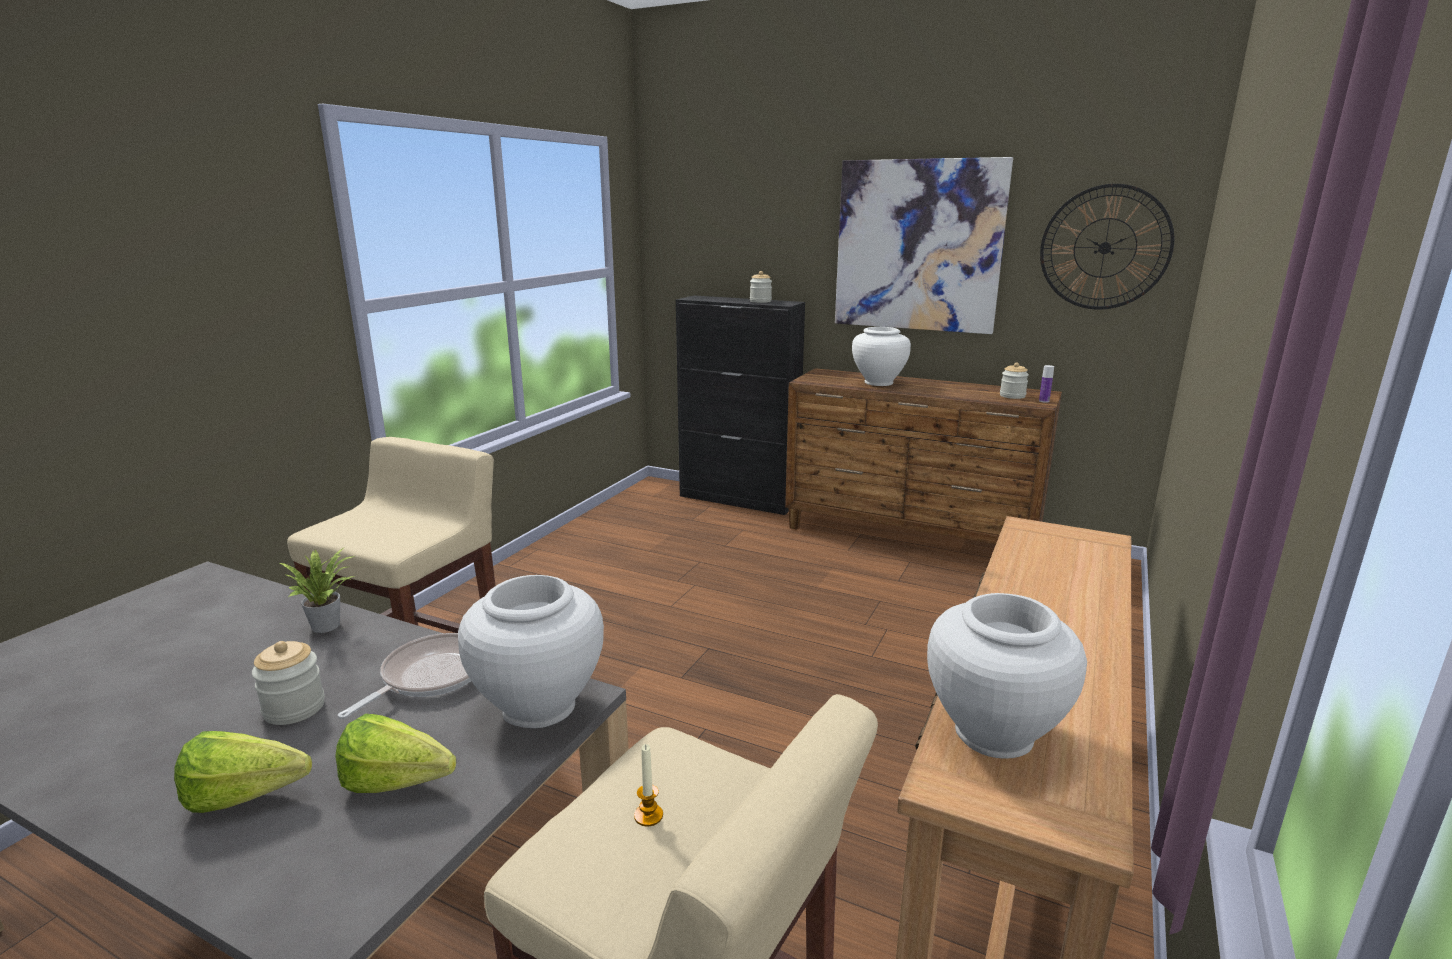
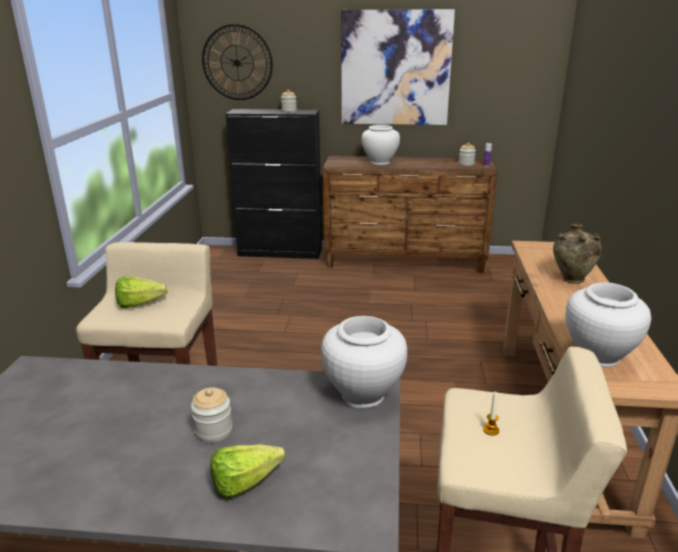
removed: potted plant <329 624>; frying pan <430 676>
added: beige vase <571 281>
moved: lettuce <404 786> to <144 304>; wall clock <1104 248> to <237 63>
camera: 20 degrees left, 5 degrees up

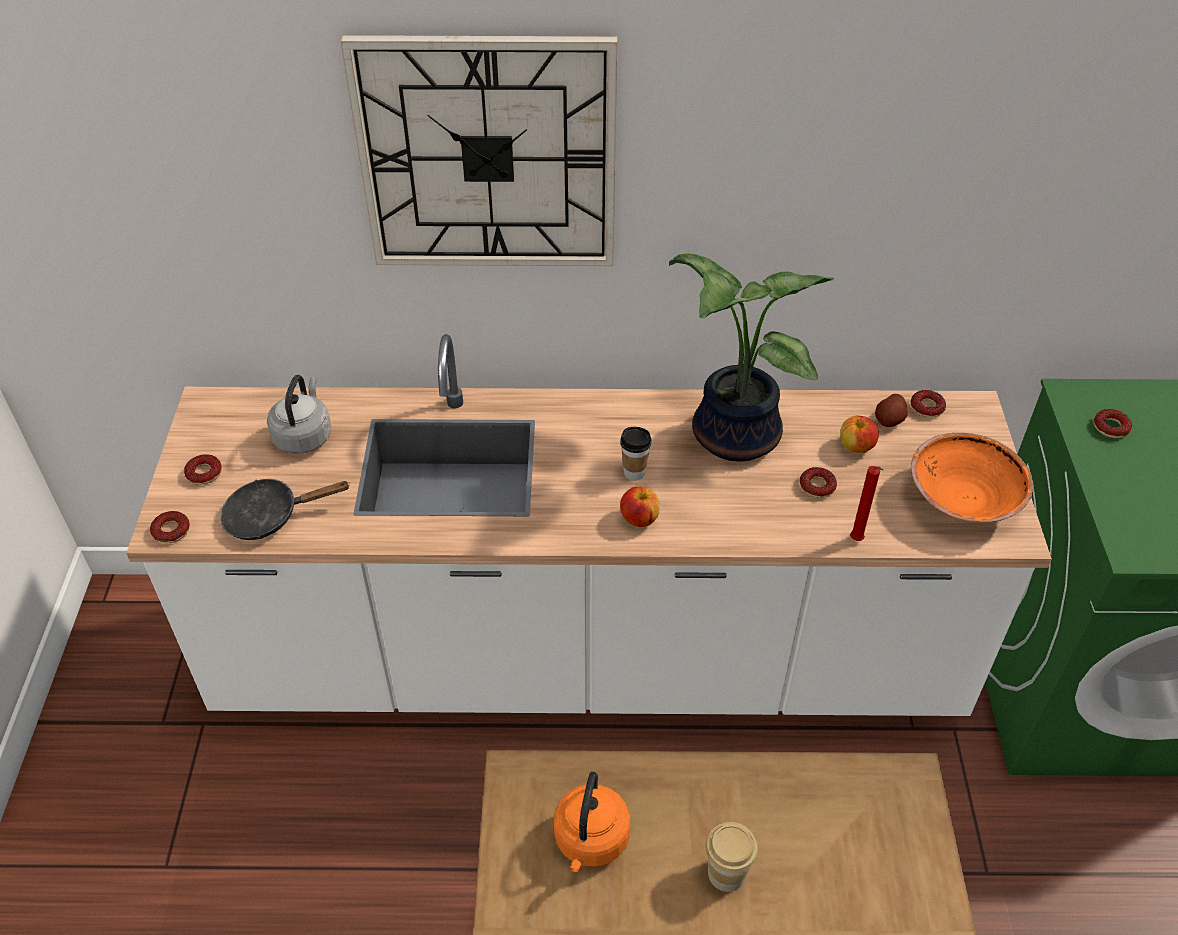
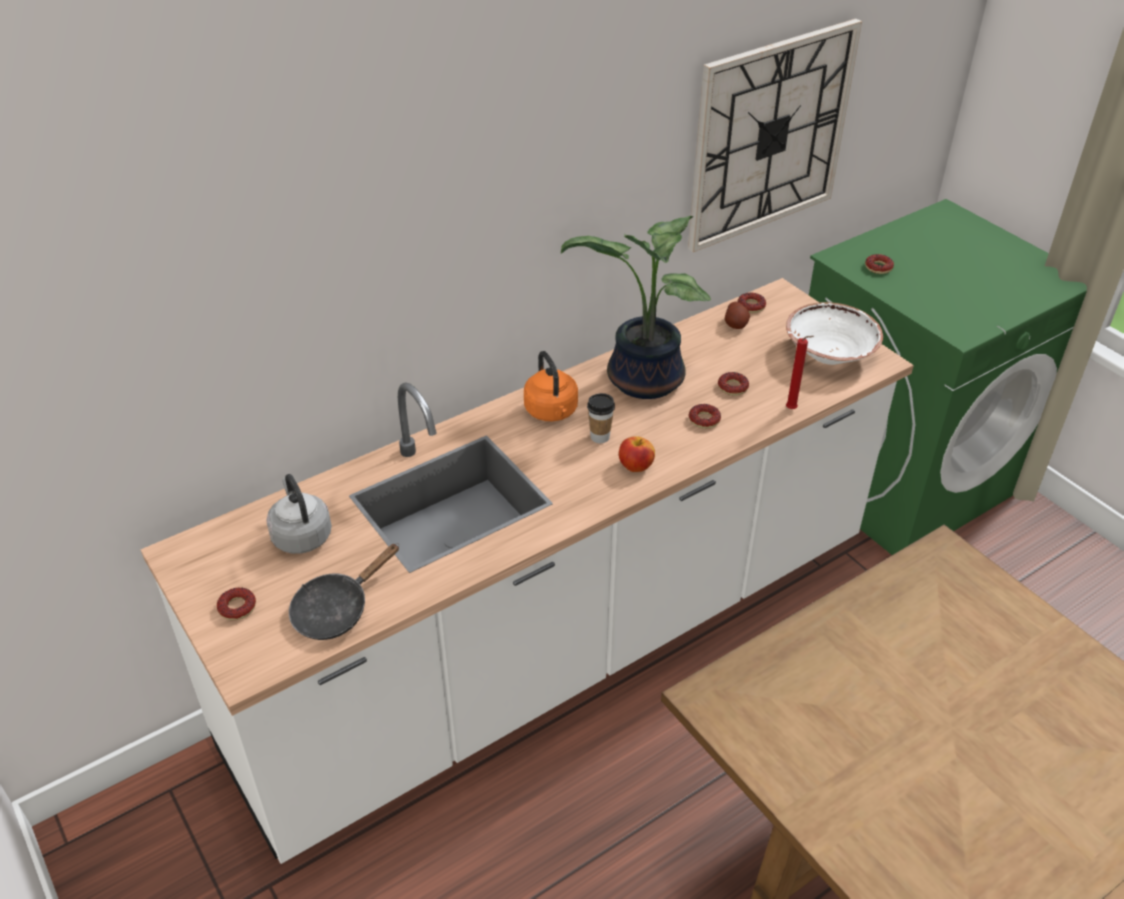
removed: cup <726 873>; apple <856 447>
moved: orange kettle <590 841> to <552 412>; wall clock <488 156> to <770 135>; donut <171 531> to <704 420>
recoloured: orange bowl <963 499> to white bowl <829 353>
camera: 35 degrees left, 5 degrees down

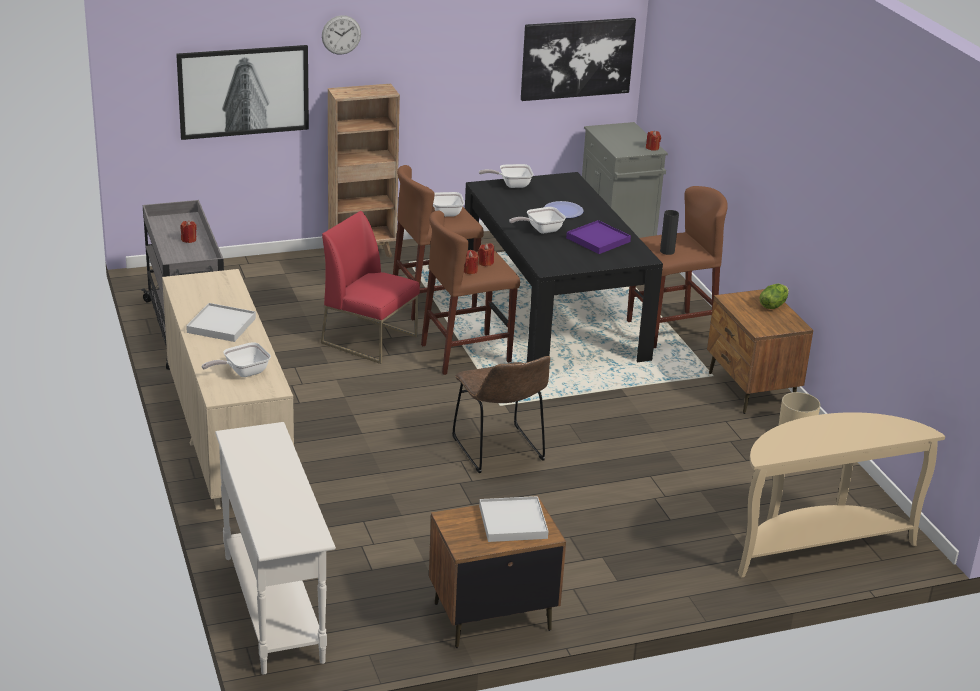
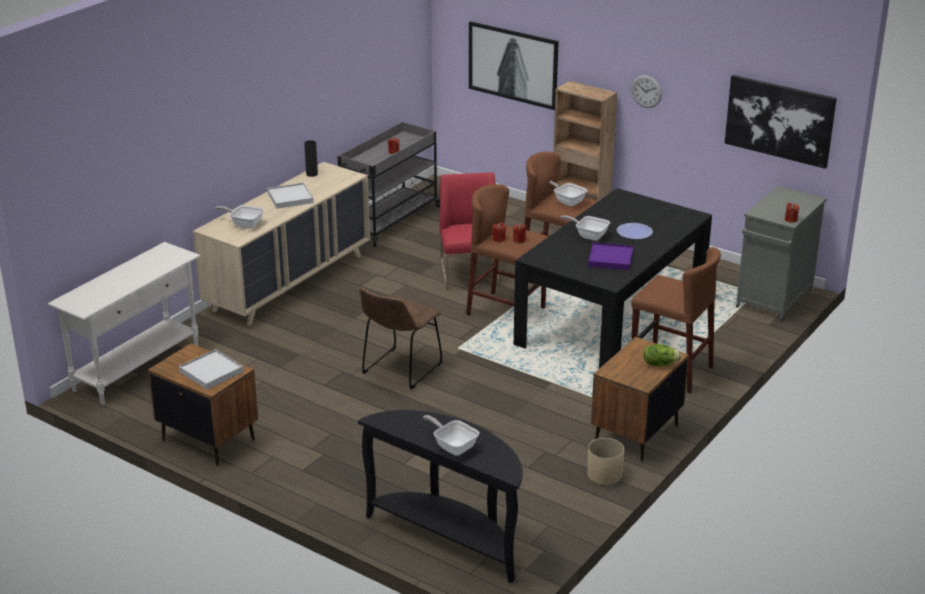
moved: black vase <667 251> to <312 174>; frying pan <511 185> to <453 446>; wall clock <341 34> to <646 91>
recoloured: beige console table <816 546> to black console table <450 537>
camera: 55 degrees right, 0 degrees up

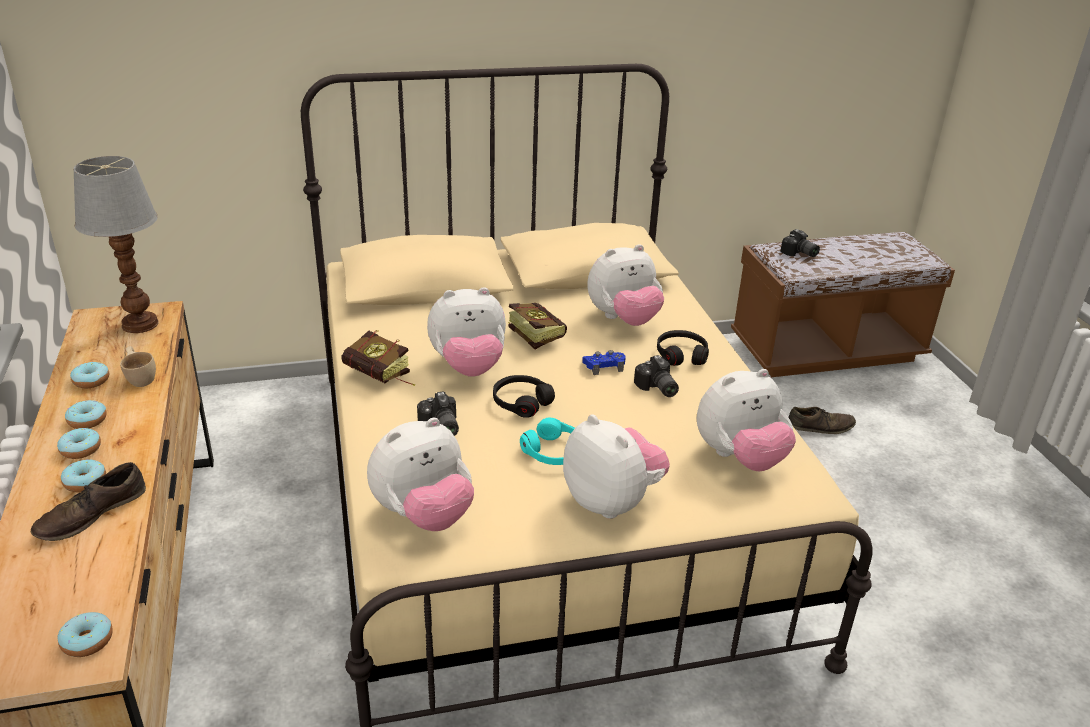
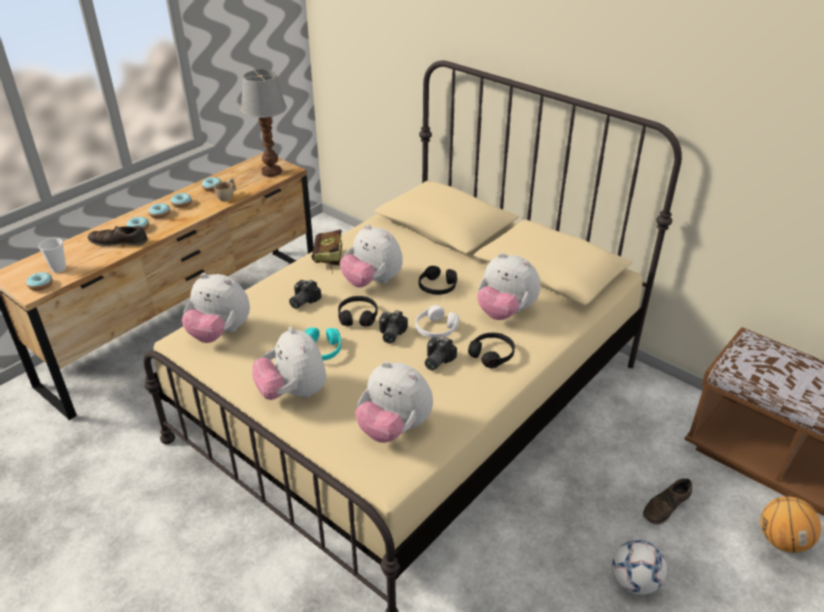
added: cup <59 269>; football <634 581>; basketball <782 540>
moved: photo camera <799 253> to <390 334>
replaced: blue game controller <604 366> to white headphones <436 329>; book <532 335> to black headphones <437 287>
turned: plush toy <612 501> = <293 393> 135 degrees clockwise; brown shoe <820 426> = <666 506> 90 degrees clockwise
camera: 55 degrees right, 5 degrees up

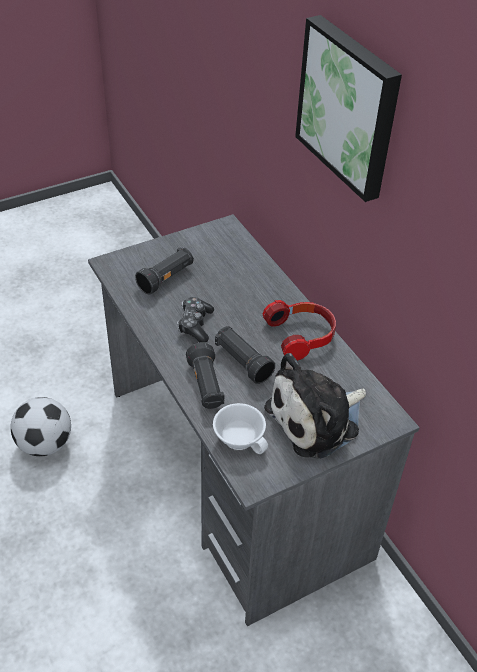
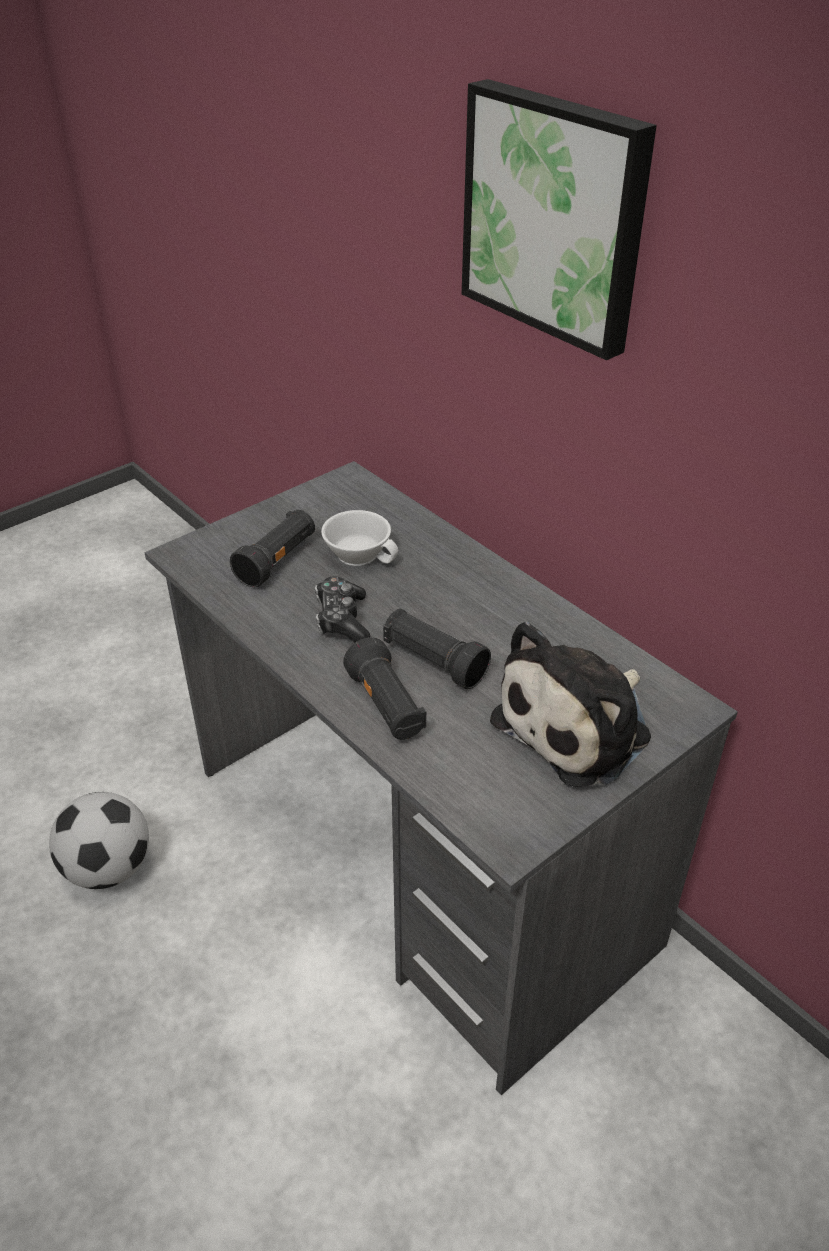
removed: headphones <302 336>
moved: white cup <241 437> to <360 553>
camera: 10 degrees left, 5 degrees down

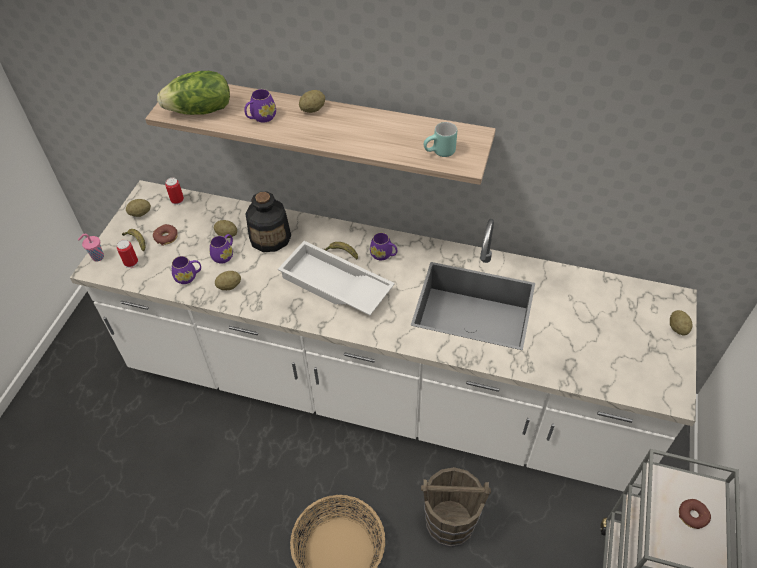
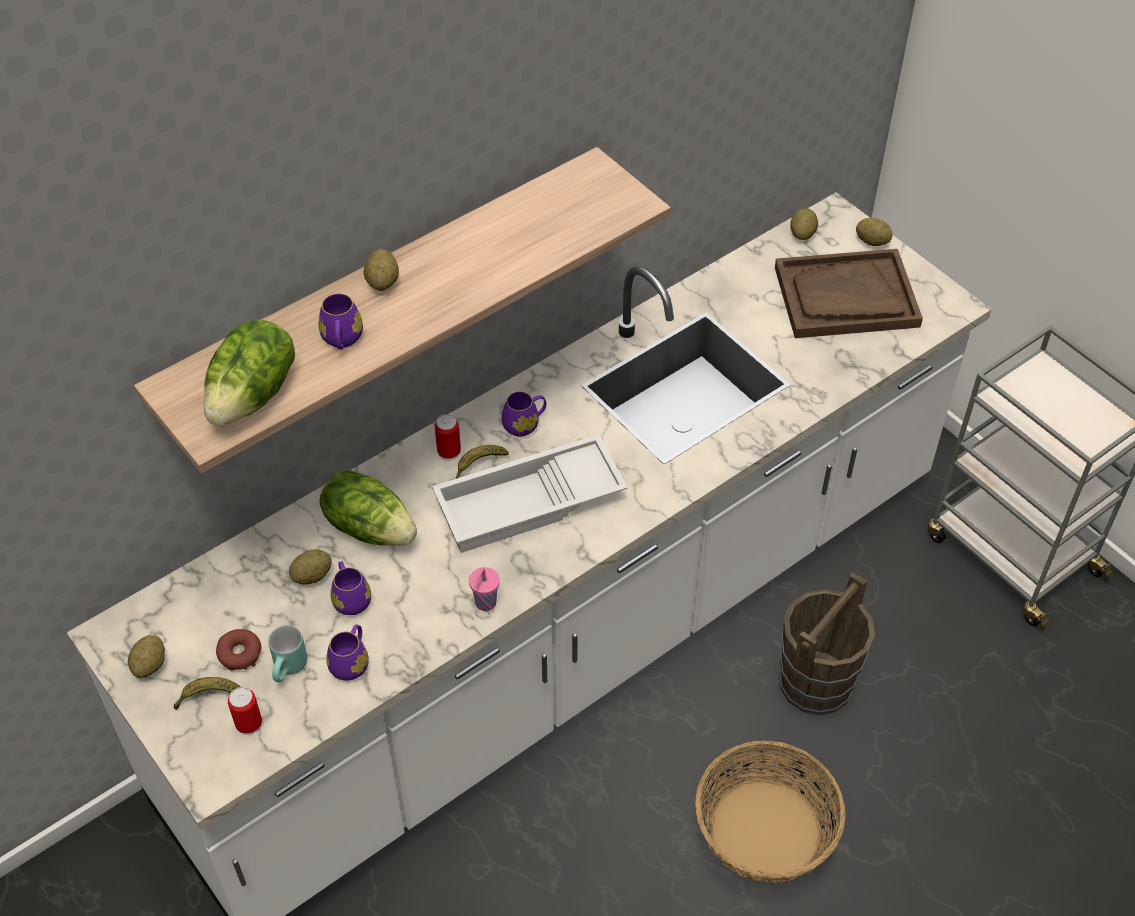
removed: donut <692 516>
added: brown tray <845 297>
moved: turquoise mug <440 153> to <290 669>; can <177 200> to <449 451>; pink cup <97 257> to <485 603>; potato <229 286> to <802 234>
replaced: bottle <270 237> to lettuce <370 527>
camera: 55 degrees left, 0 degrees up

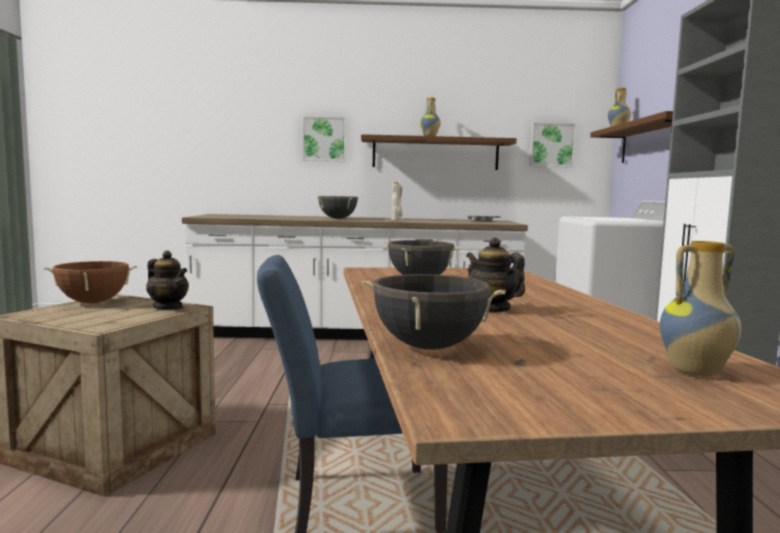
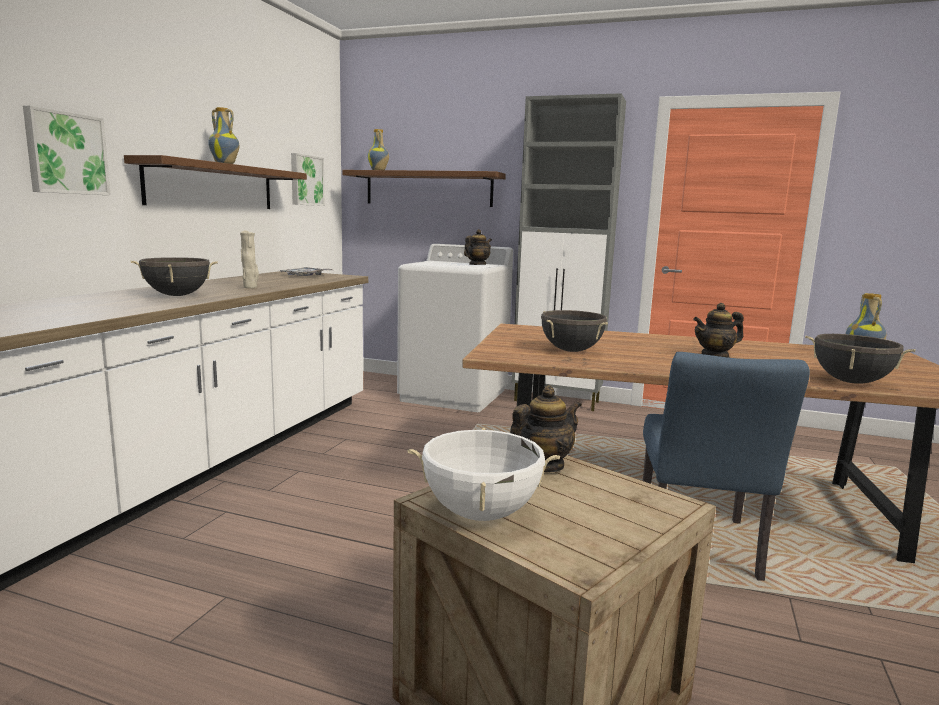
added: teapot <477 265>
recoloured: brown cooking pot <93 302> to white cooking pot <481 513>
camera: 70 degrees left, 5 degrees up

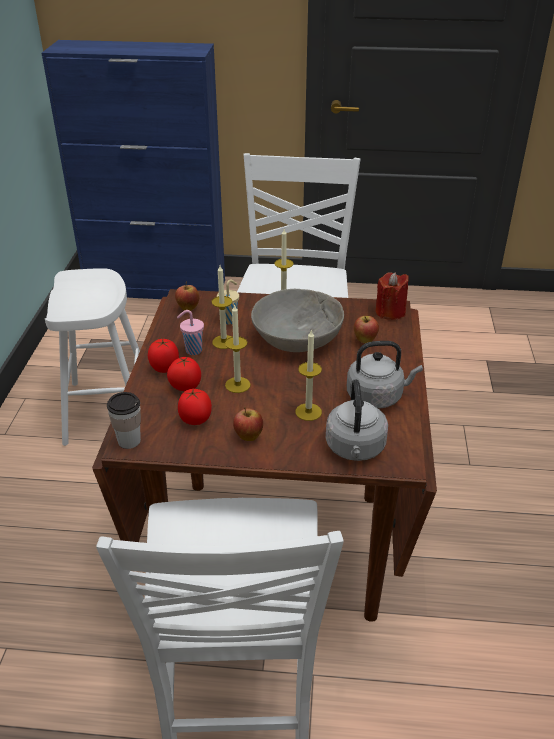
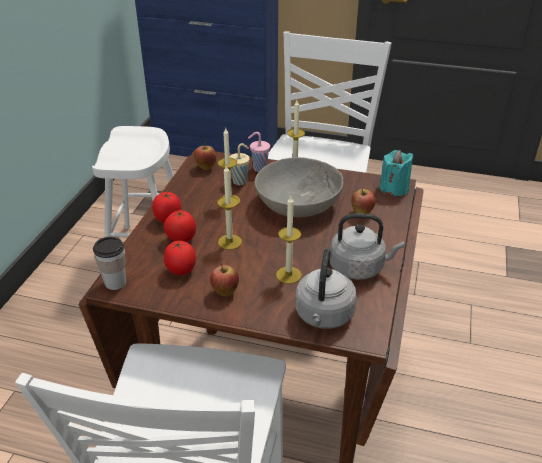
moved: pink cup <192 350> to <259 168>
recoloured: red candle <390 312> to turquoise candle <394 188>
camera: 10 degrees right, 0 degrees up

